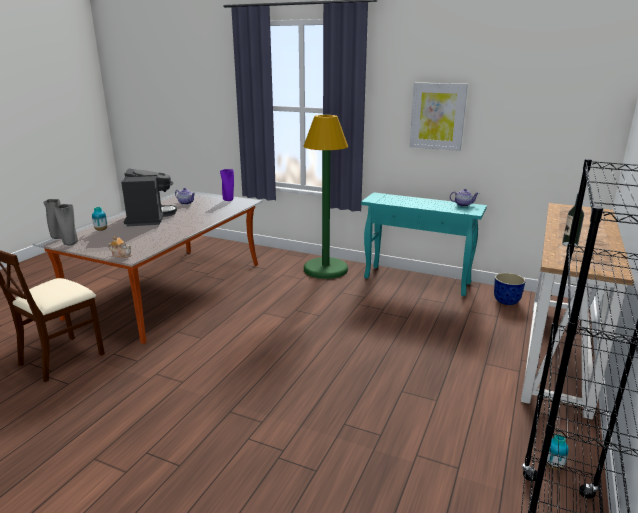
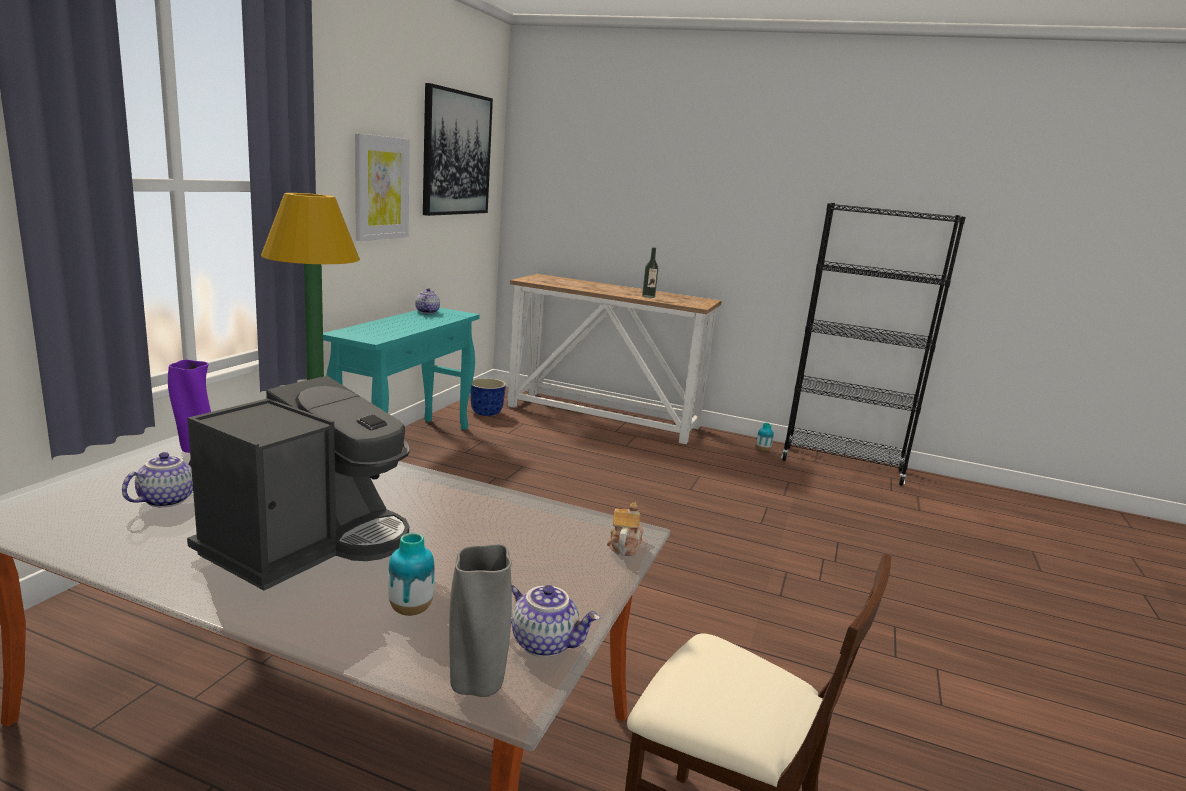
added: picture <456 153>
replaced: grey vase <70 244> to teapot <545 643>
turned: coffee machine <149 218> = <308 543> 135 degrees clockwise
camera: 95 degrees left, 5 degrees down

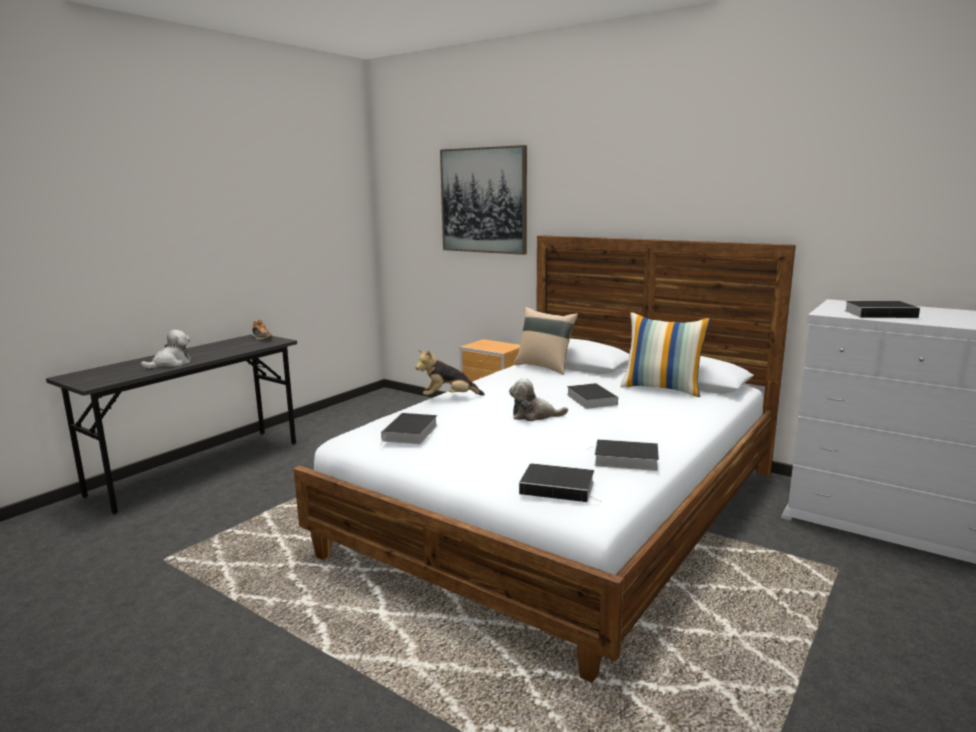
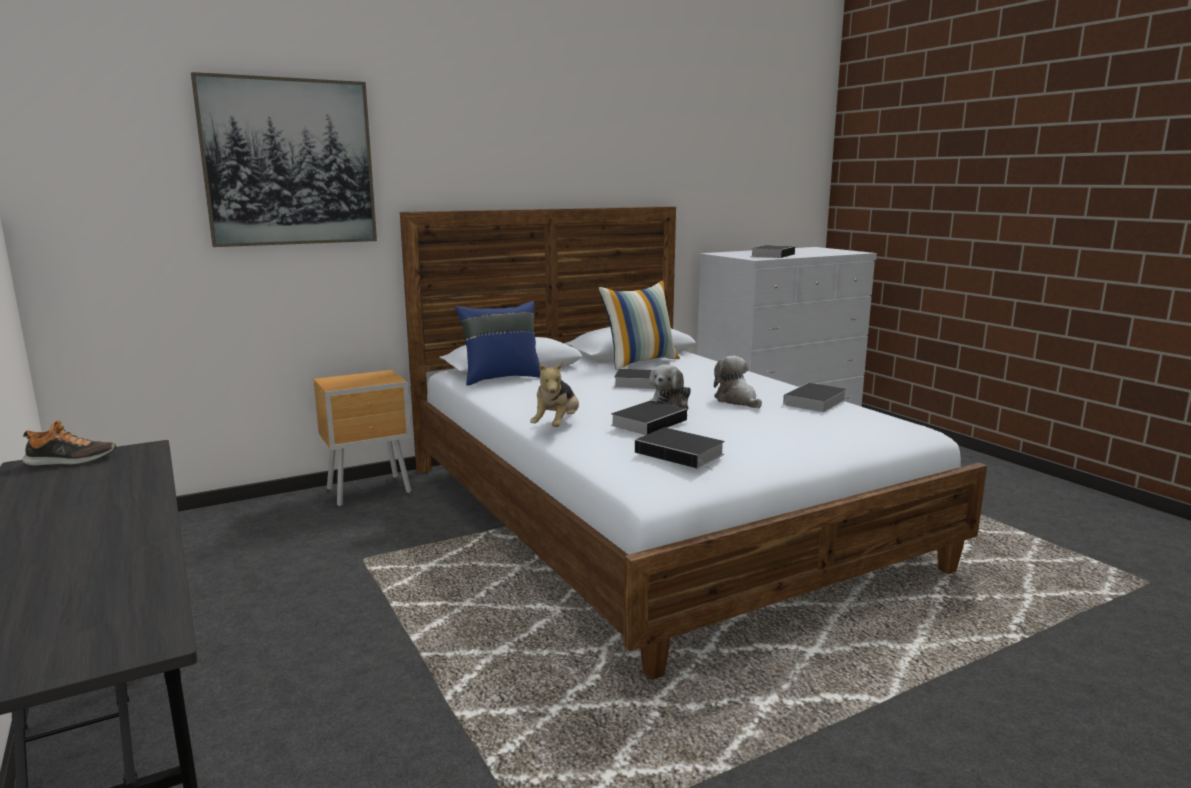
moved: book <559 487> to <649 422>; plush toy <171 364> to <737 400>
recoloured: beige pillow <544 367> to blue pillow <501 378>
camera: 65 degrees left, 0 degrees up

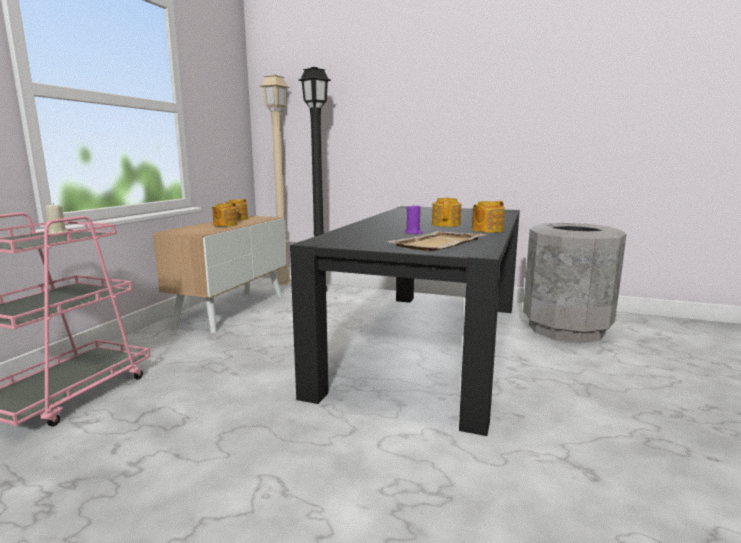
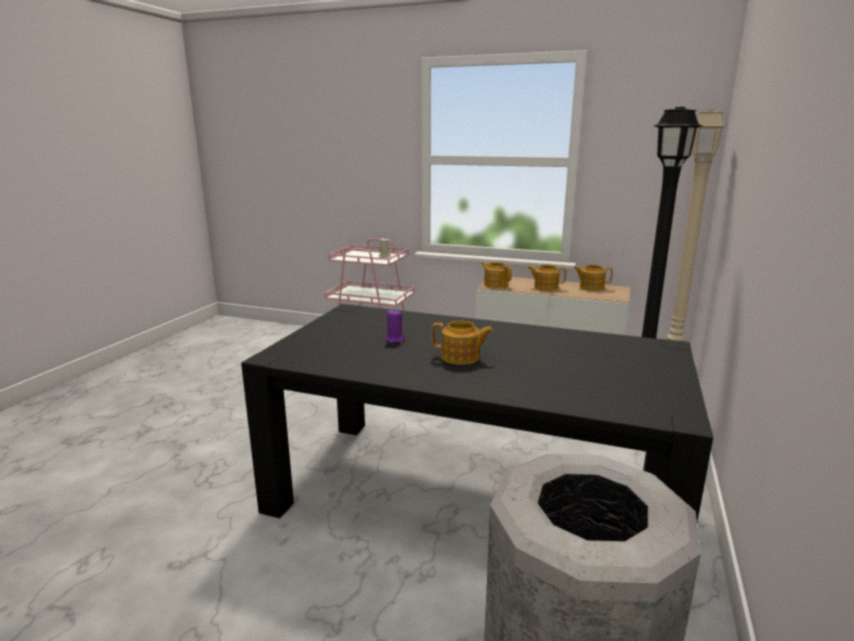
removed: beige tray <437 244>
moved: teapot <486 230> to <495 284>
camera: 90 degrees right, 5 degrees up

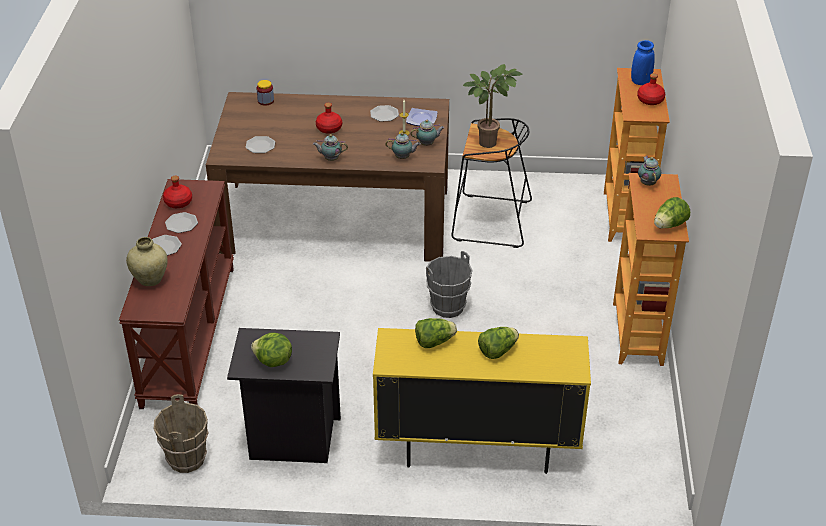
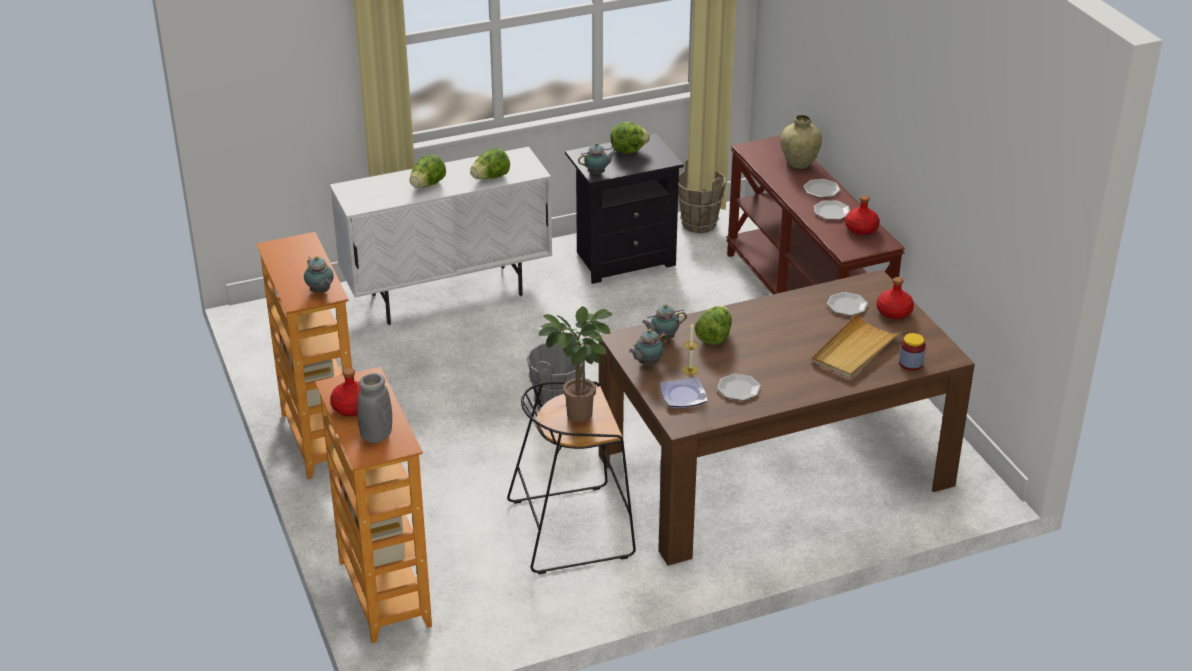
added: beige tray <854 350>
moved: teapot <330 159> to <597 173>; lettuce <669 225> to <714 336>; red bottle <329 128> to <894 312>
recoloured: yellow cabinet <476 449> to white cabinet <448 295>; blue vase <641 81> to grey vase <376 435>
camera: 155 degrees right, 5 degrees down

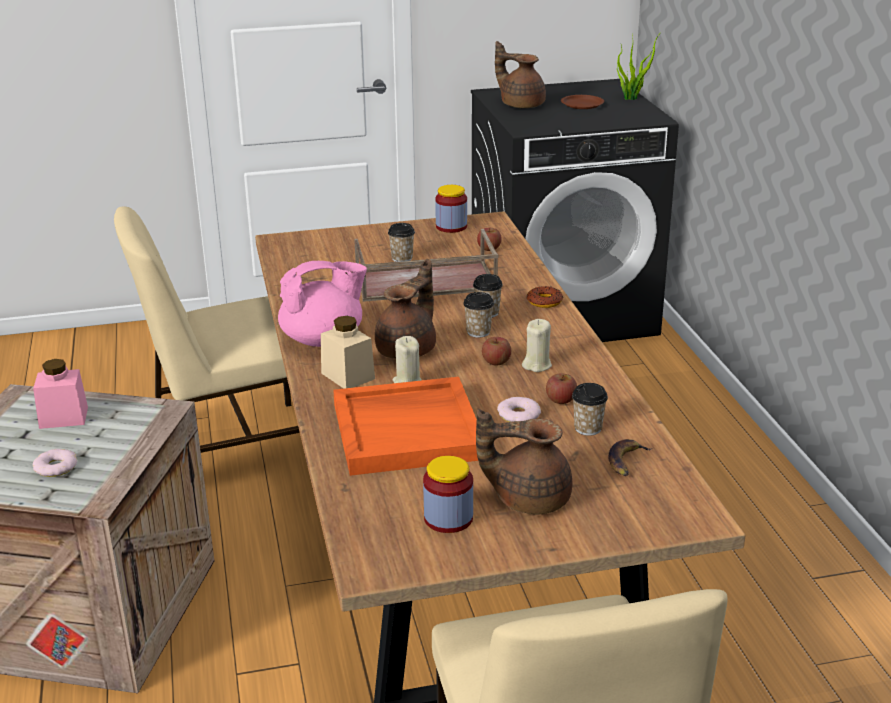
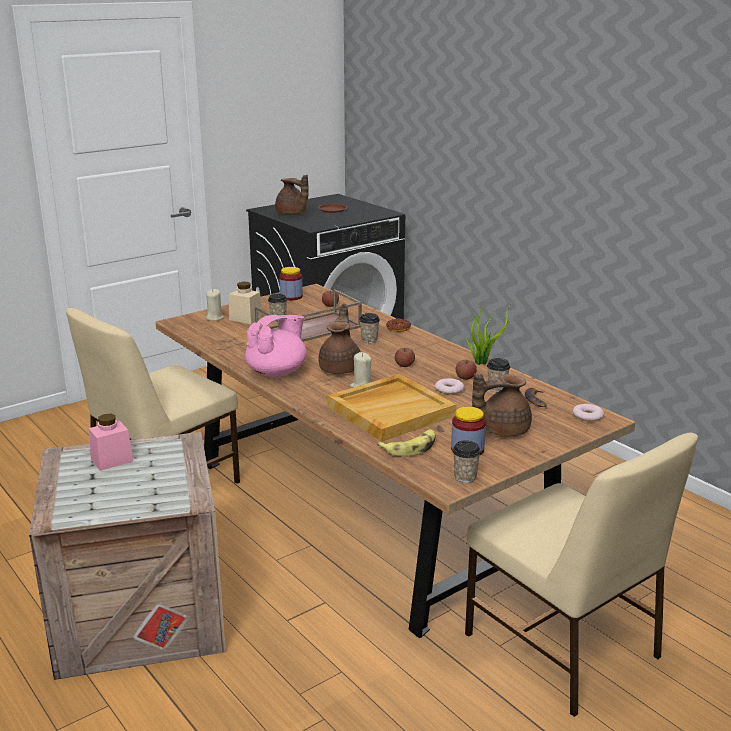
added: banana <411 448>
moved: beige candle <537 365> to <214 318>; beige jar <348 376> to <245 318>; cup <478 332> to <465 477>; potted plant <632 98> to <482 362>; donut <56 467> to <587 416>
recoloured: orange tray <408 430> to beige tray <391 410>
turned: brown teapot <521 104> = <292 214> 150 degrees counterclockwise
camera: 25 degrees left, 5 degrees down

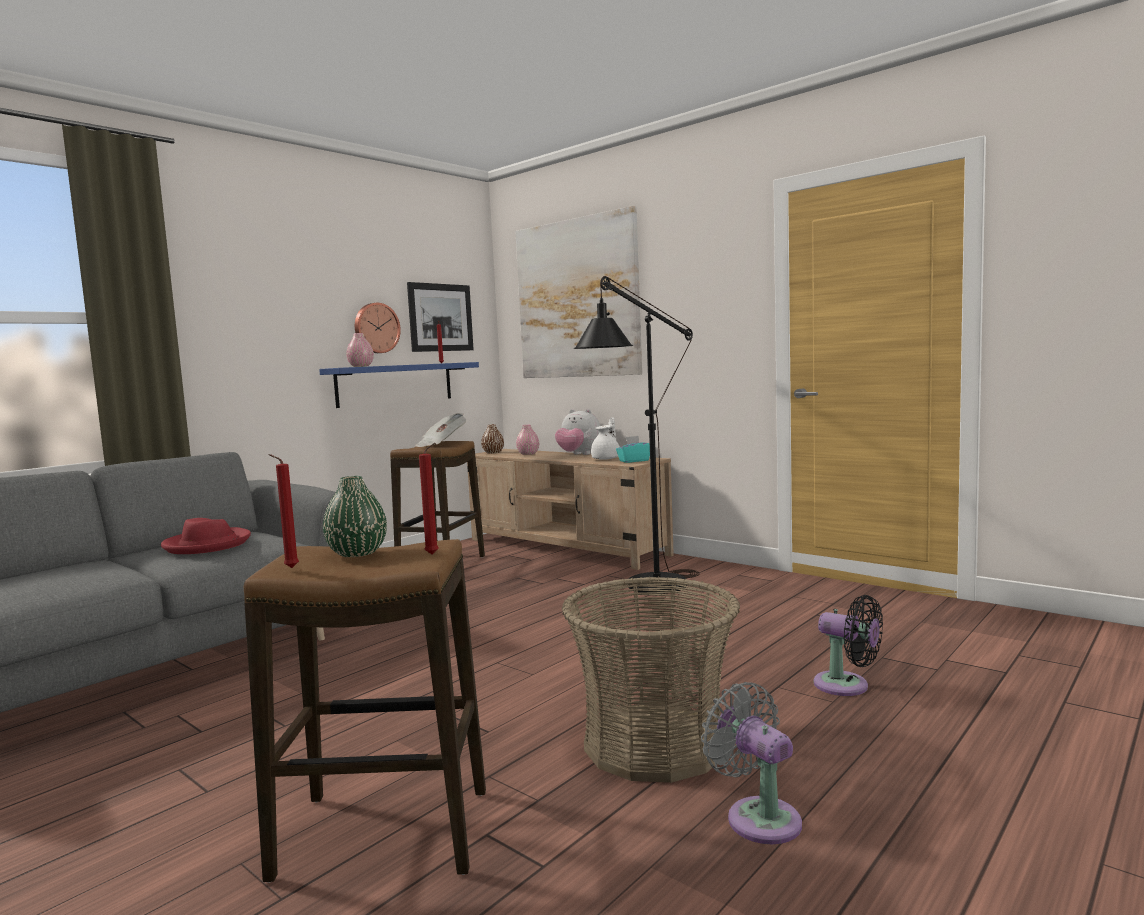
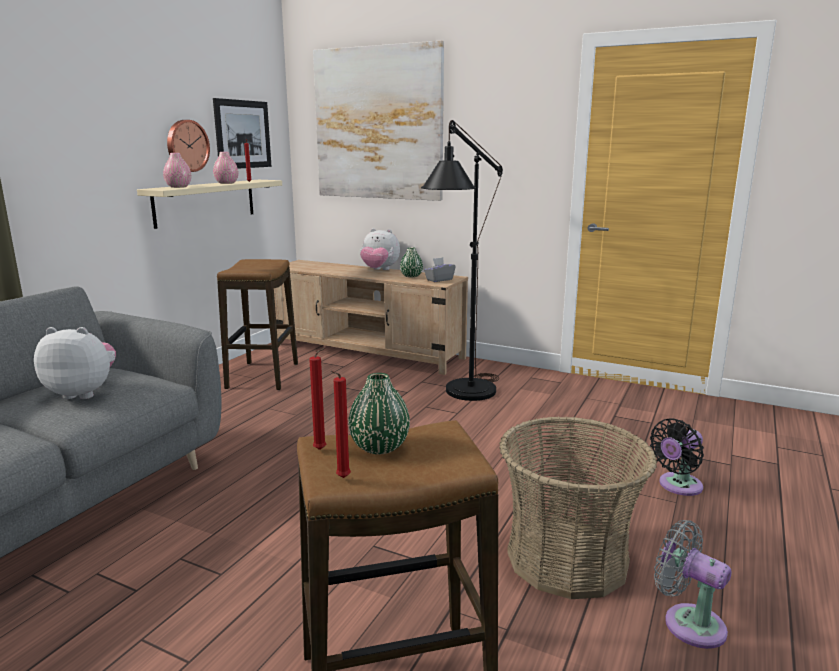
removed: newspaper <441 444>; brown vase <493 452>
moved: pink vase <528 454> to <226 183>; red candle <434 554> to <322 449>
replaced: red hat <207 545> to plush toy <83 393>; white teapot <607 458> to green vase <411 276>
recoloured: blue shelf <395 384> to beige shelf <205 202>; turquoise tissue box <634 461> to grey tissue box <439 280>
turned: black fan <847 686> = <677 486> 120 degrees clockwise
camera: 15 degrees left, 10 degrees up

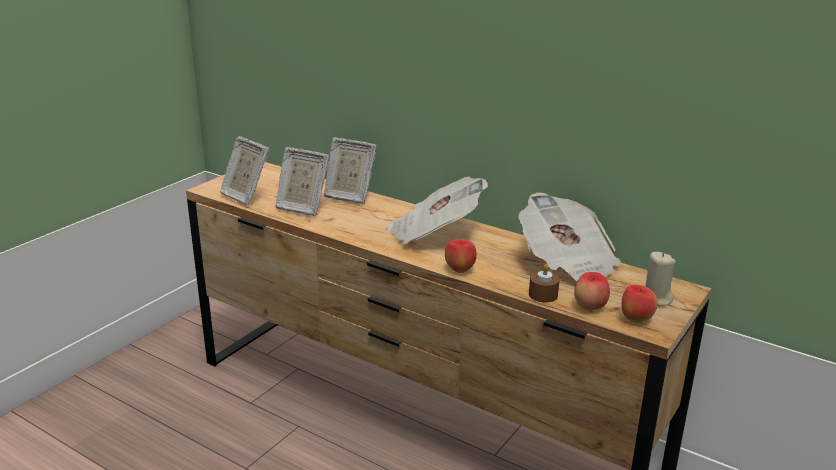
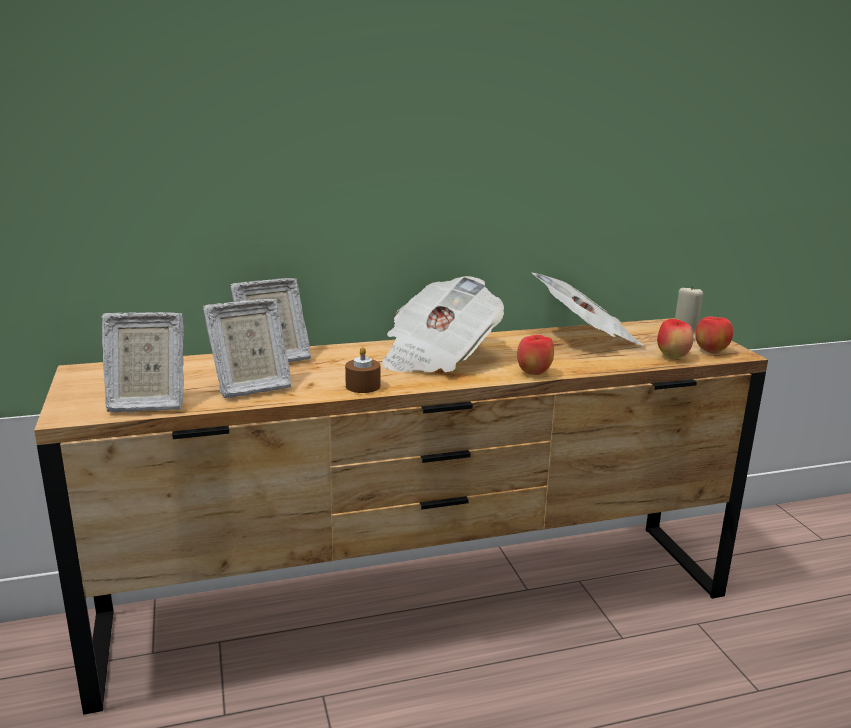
moved: brown candle <543 295> to <363 386>
camera: 50 degrees left, 5 degrees down

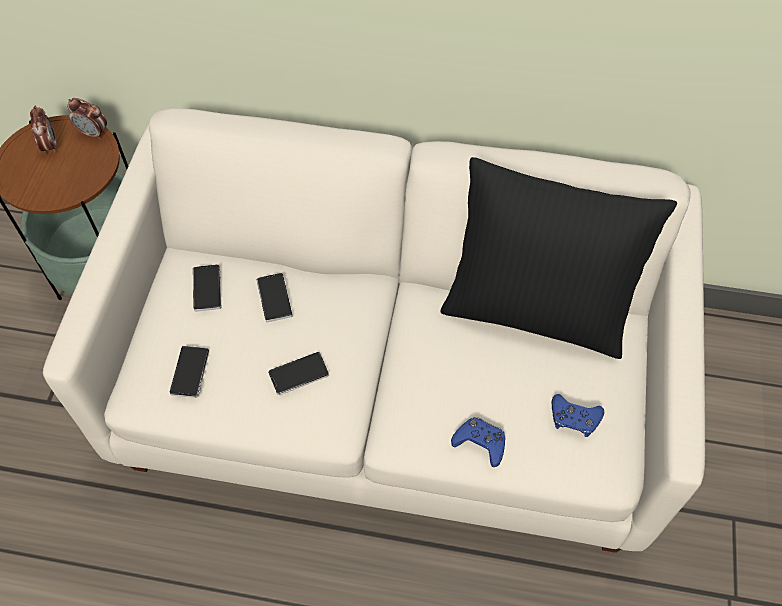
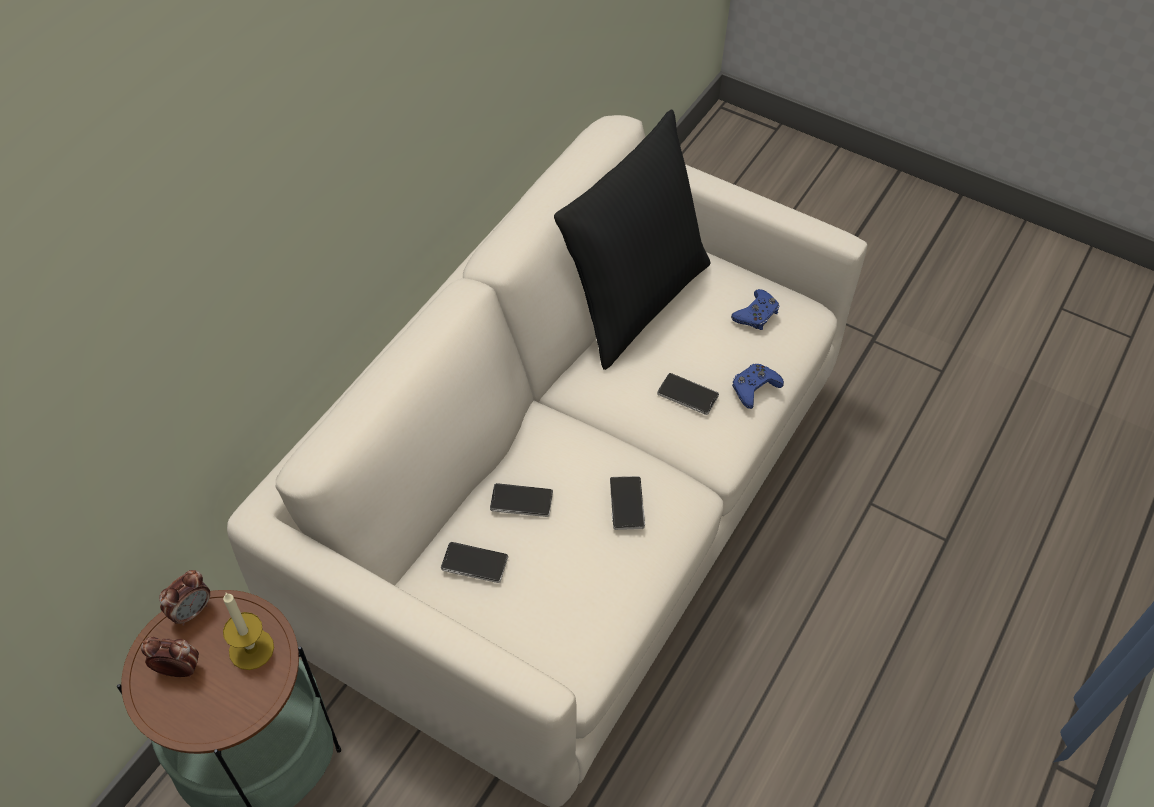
added: candle <251 649>
moved: phone <190 372> to <687 395>
camera: 70 degrees left, 5 degrees down

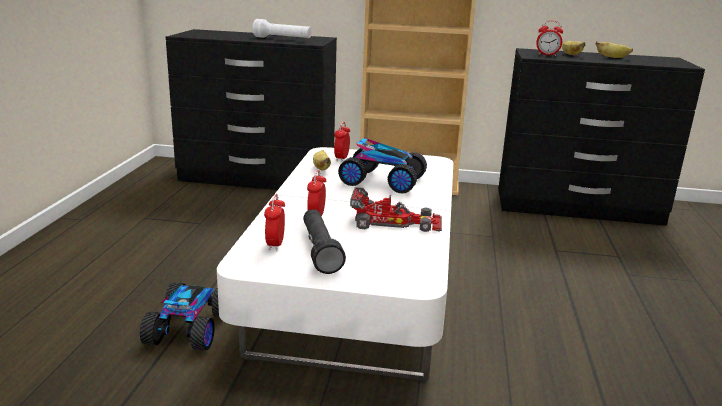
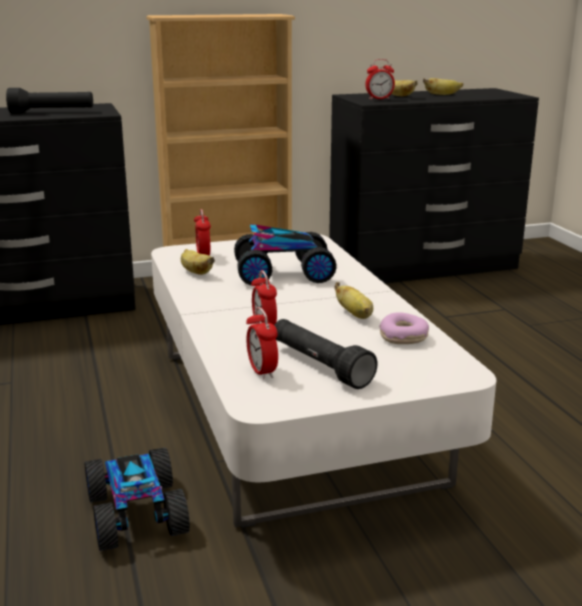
added: donut <403 337>
replaced: toy car <395 221> to banana <355 315>
recoloured: white flashlight <282 39> to black flashlight <52 112>
camera: 25 degrees left, 0 degrees up

